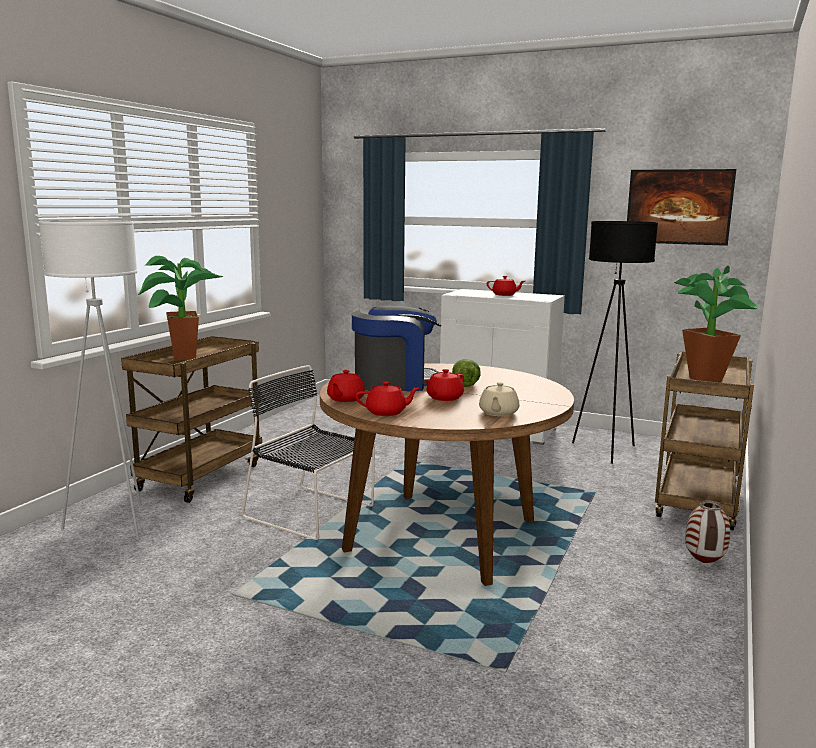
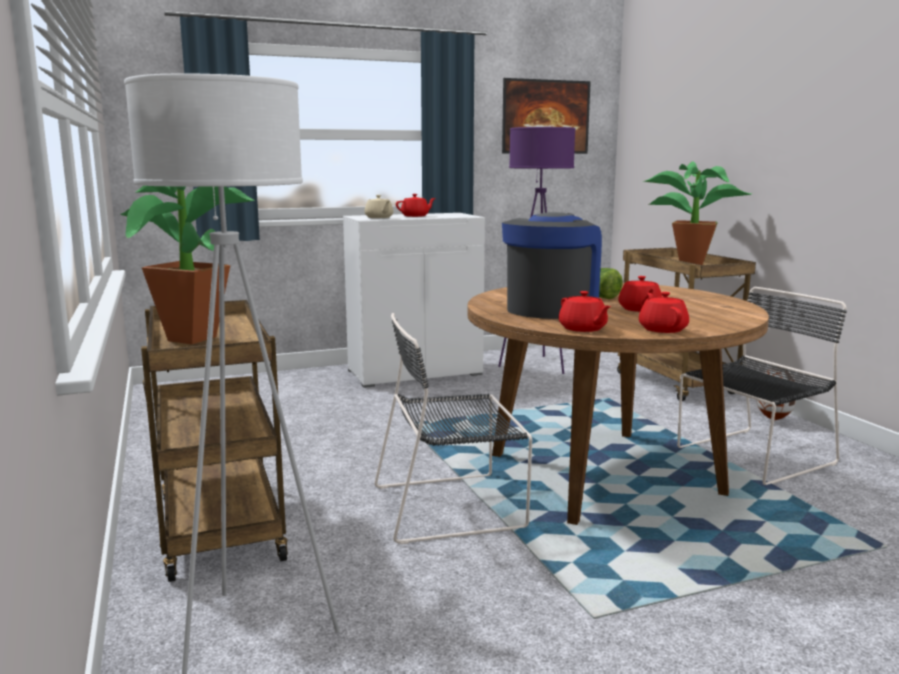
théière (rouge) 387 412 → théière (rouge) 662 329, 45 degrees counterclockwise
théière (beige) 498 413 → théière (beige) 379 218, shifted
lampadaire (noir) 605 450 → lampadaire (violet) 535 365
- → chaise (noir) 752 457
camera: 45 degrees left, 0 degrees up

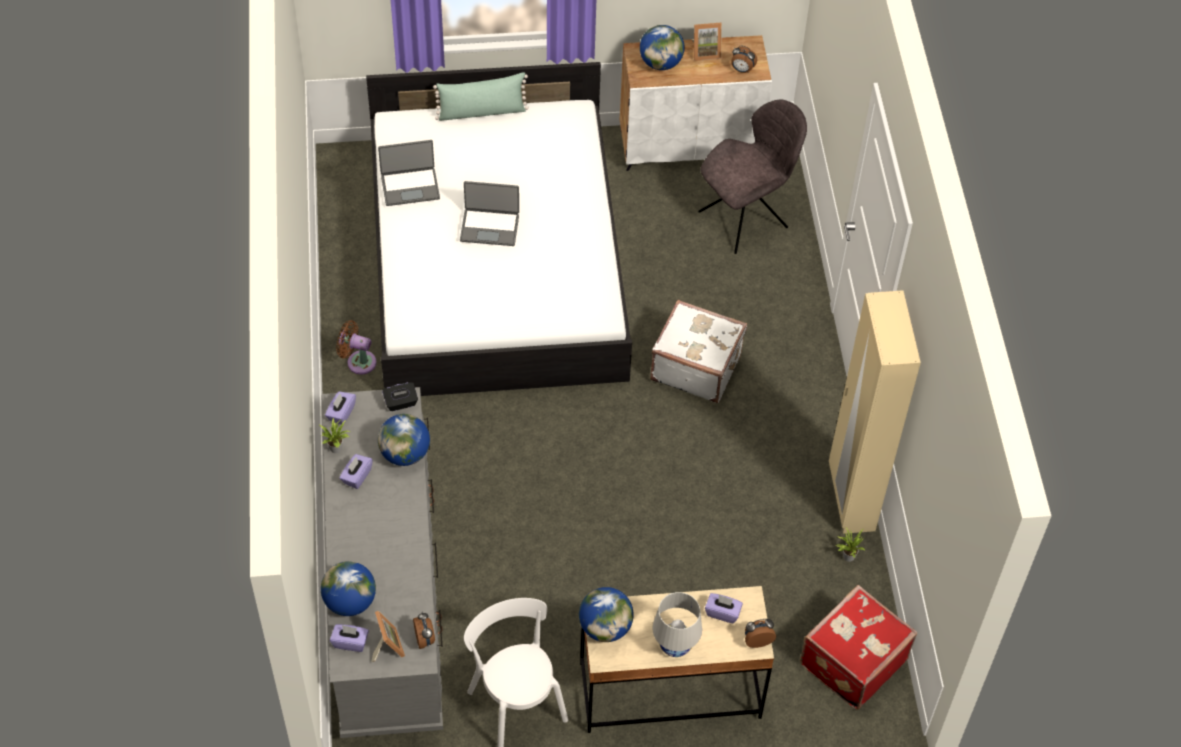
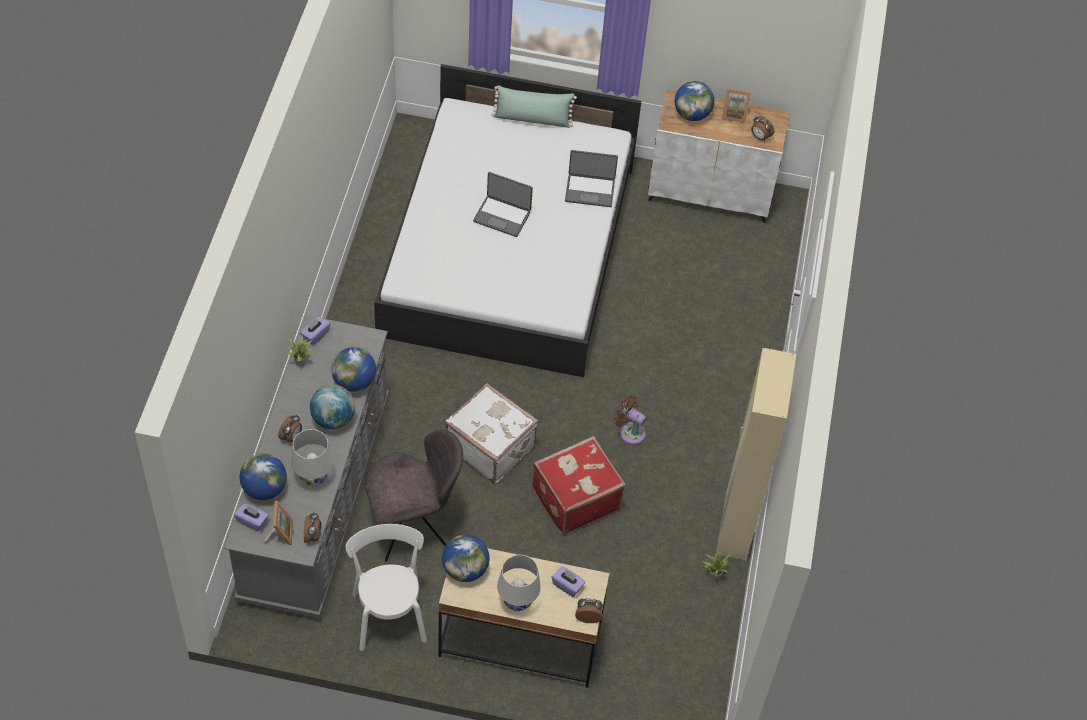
ventilateur (marron) 358 361 → ventilateur (marron) 630 432, shifted
boîte à mouchoirs (violet) 356 476 → -
ordinateur portable 410 186 → ordinateur portable 590 190, shifted
boîte à mouchoirs (noir) 401 403 → -
valise (blanc) 696 366 → valise (blanc) 491 446, shifted
chaise (gris) 746 218 → chaise (gris) 413 527, shifted
valise (rouge) 851 661 → valise (rouge) 574 498, shifted
- → réveil 291 437
- → lampe de table (blanc) 313 477
- → globe 333 419
camera: 15 degrees right, 0 degrees up

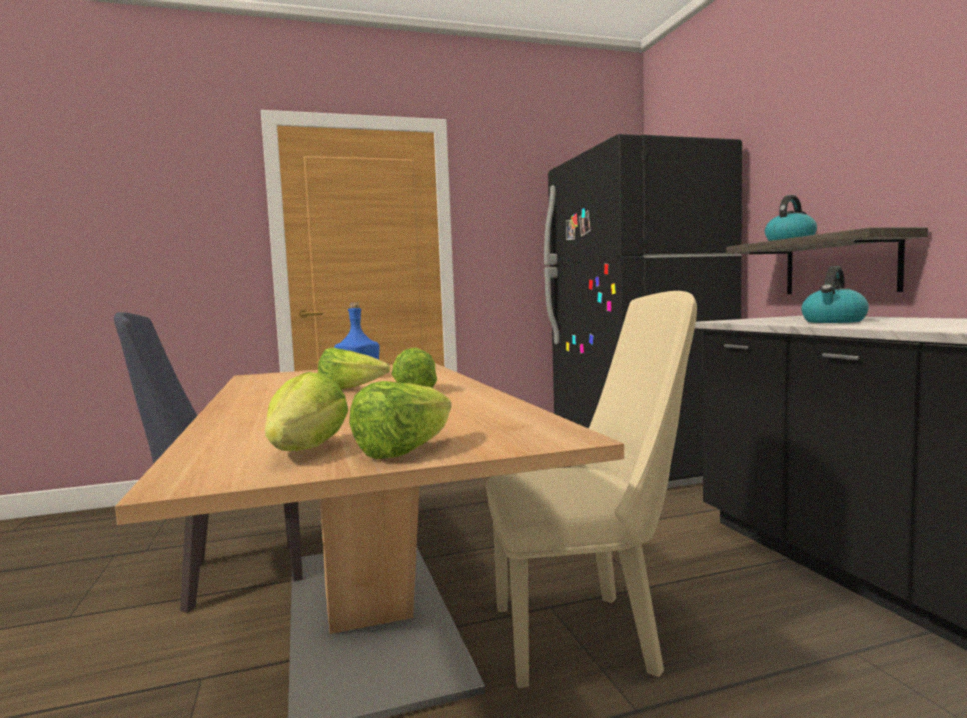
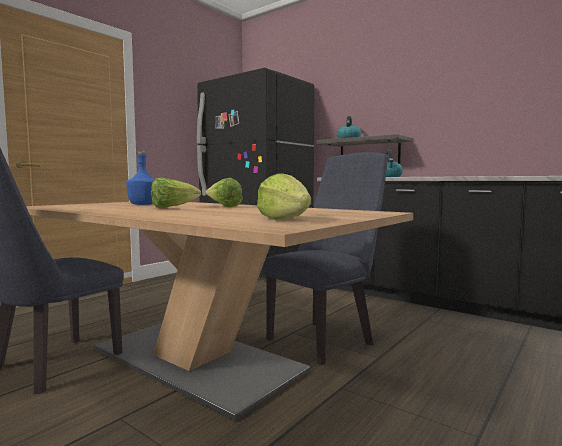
laitue 404 451 → -
chaise (beige) 588 635 → chaise (bleu) 325 339
camera: 35 degrees left, 0 degrees up

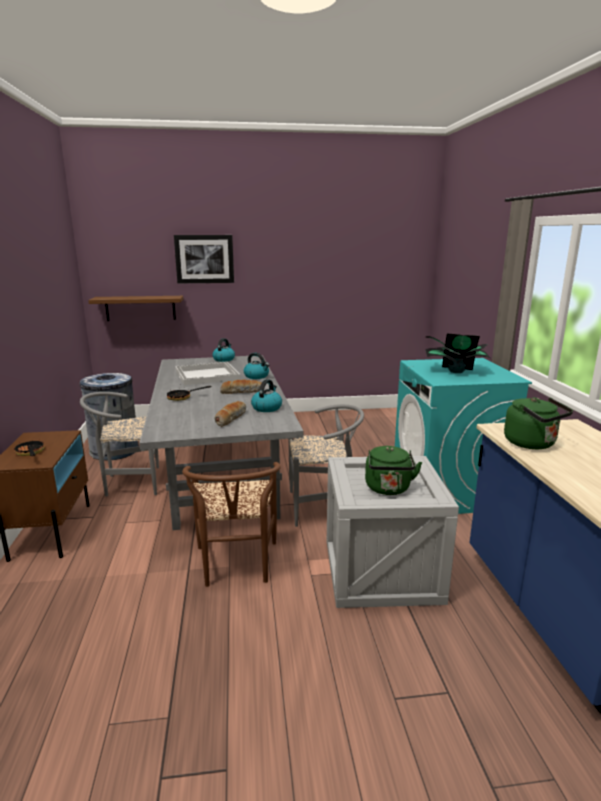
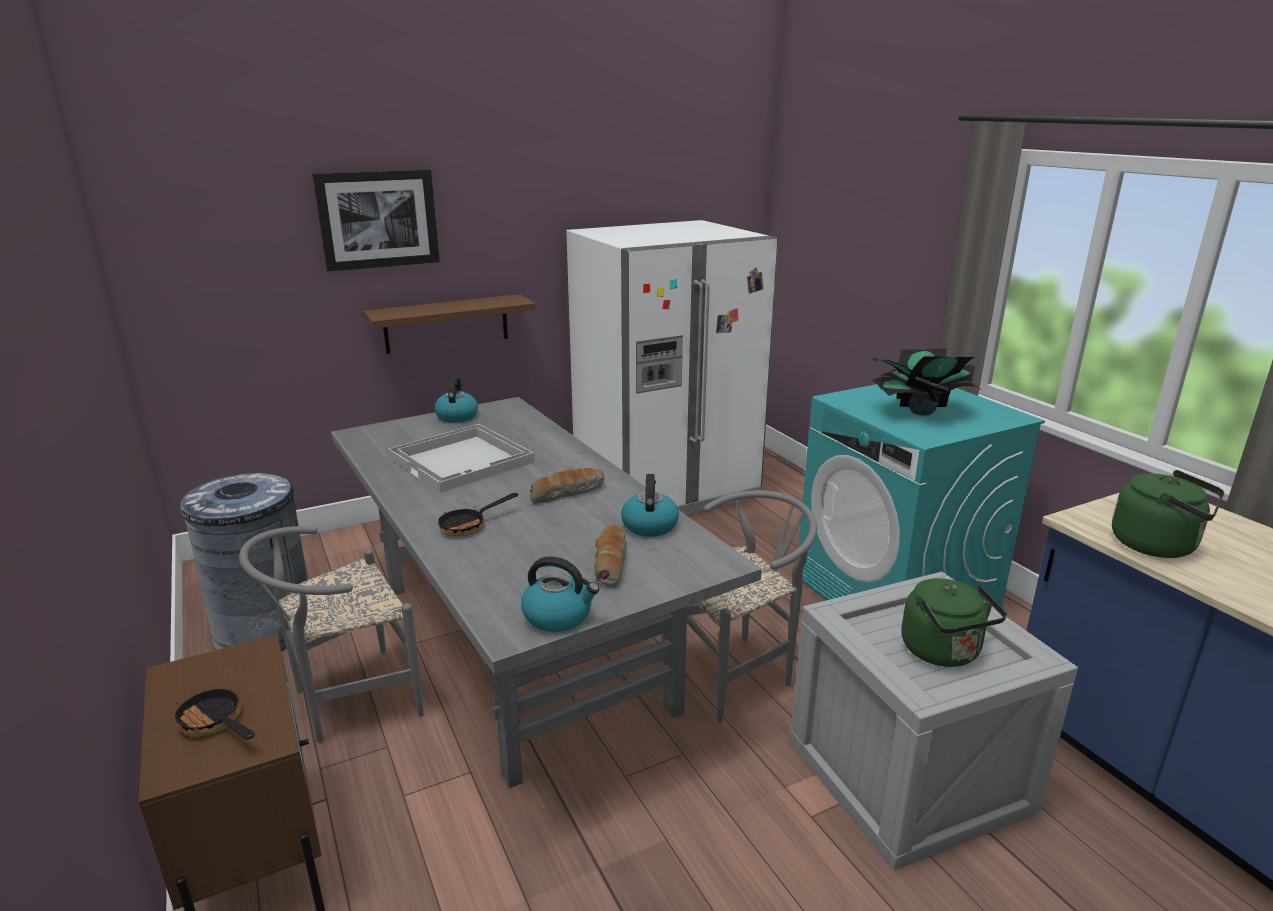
étagère (marron) 140 308 → étagère (marron) 446 324, shifted
chaise (marron) 236 567 → -
bouilloire 257 376 → bouilloire 558 616, shifted
- → réfrigérateur (blanc) 665 489
camera: 20 degrees left, 5 degrees up

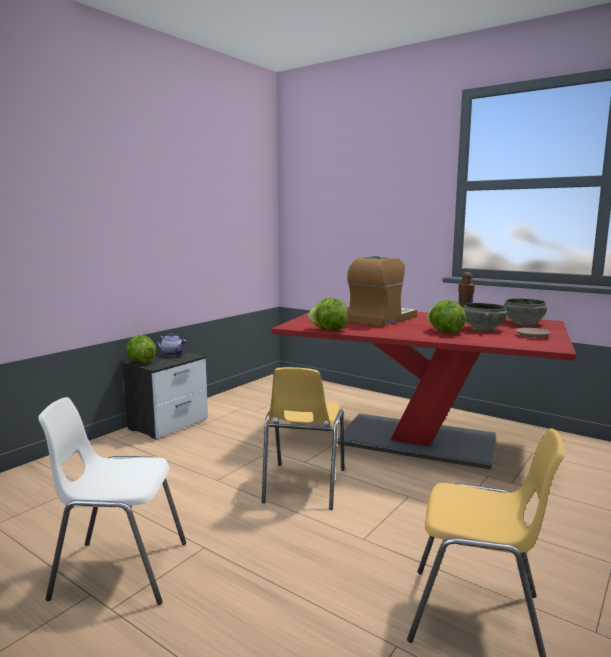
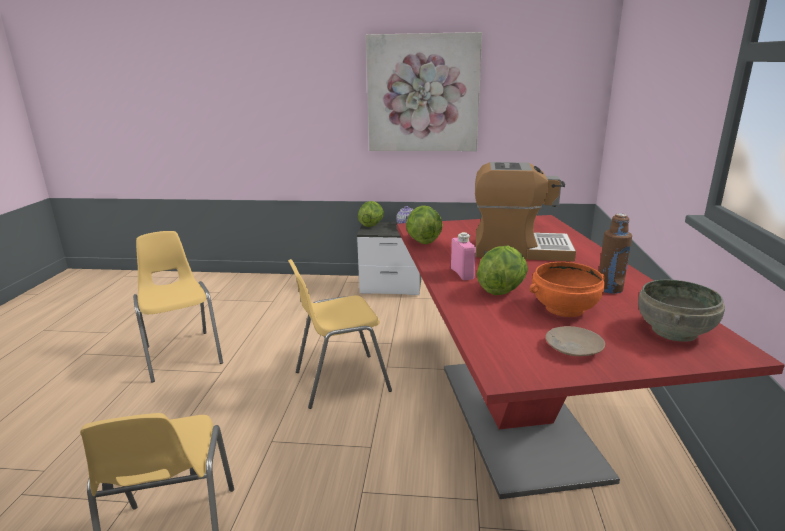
chaise (blanc) 119 570 → chaise (jaune) 182 354
bol (gris) 482 329 → bol (orange) 564 308
- → tableau 423 94
- → bouteille (rose) 462 274
camera: 60 degrees right, 10 degrees up

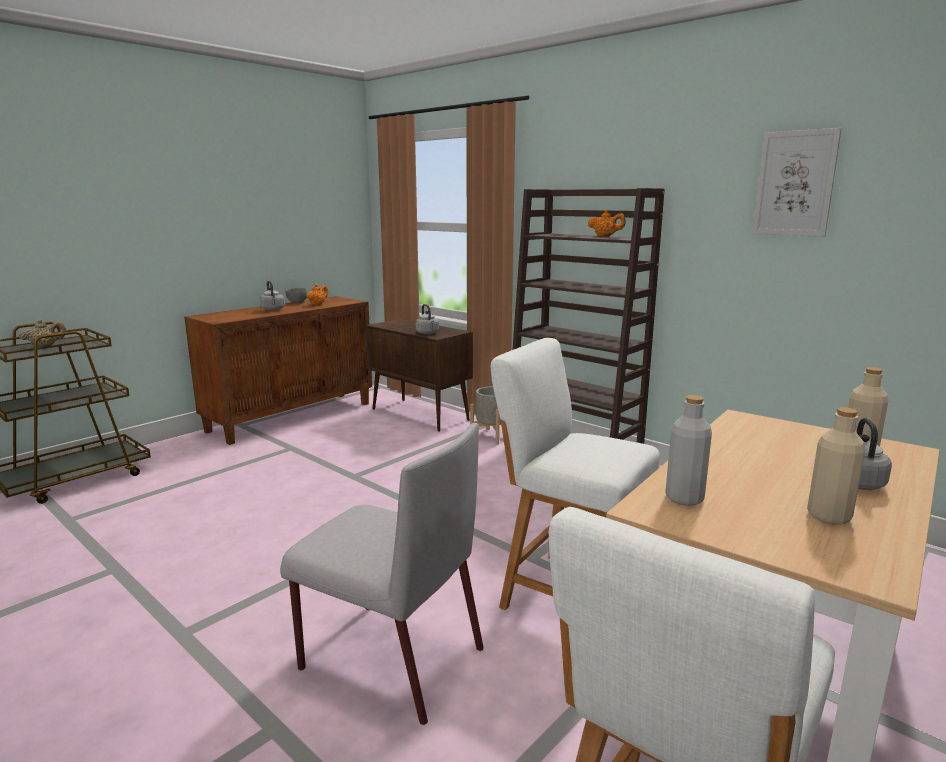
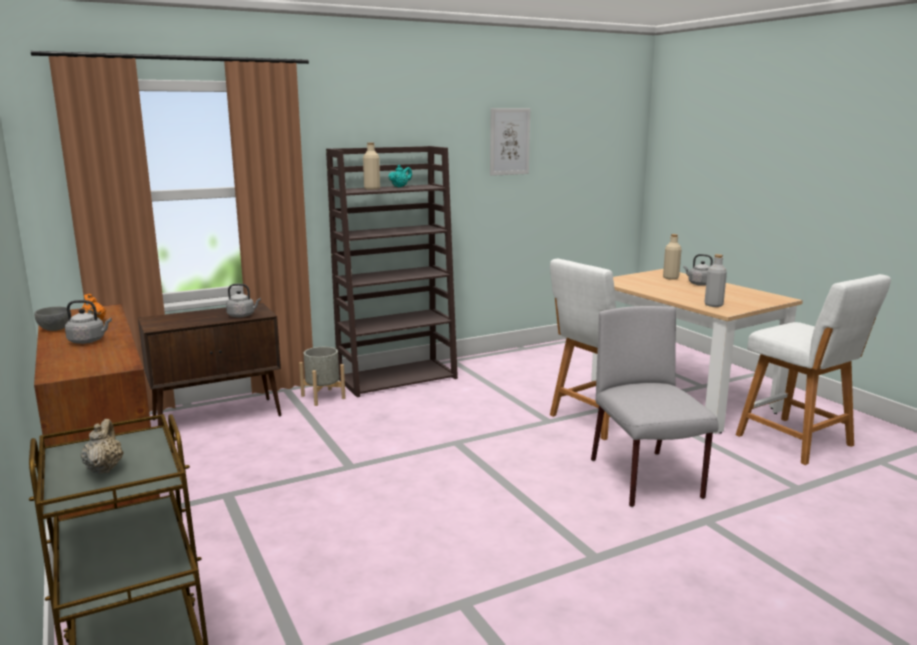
chaise (gris) 389 658 → chaise (gris) 646 479, 60 degrees counterclockwise
théière (orange) 605 236 → théière (turquoise) 400 187
bouteille (beige) 829 516 → bouteille (beige) 372 189, shifted
camera: 70 degrees left, 0 degrees up

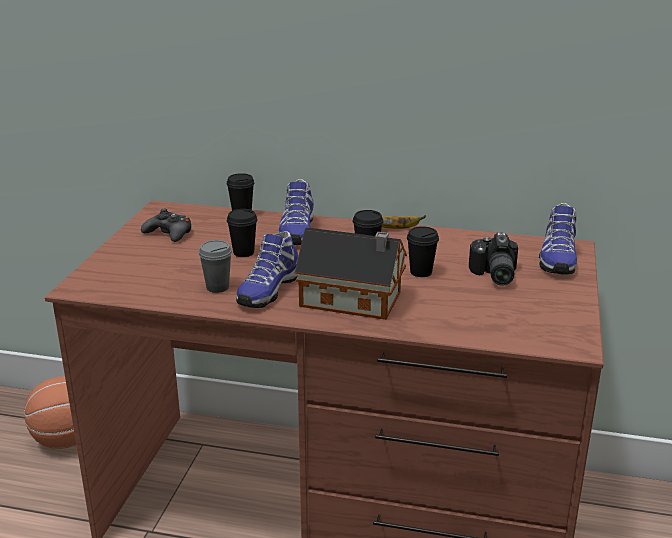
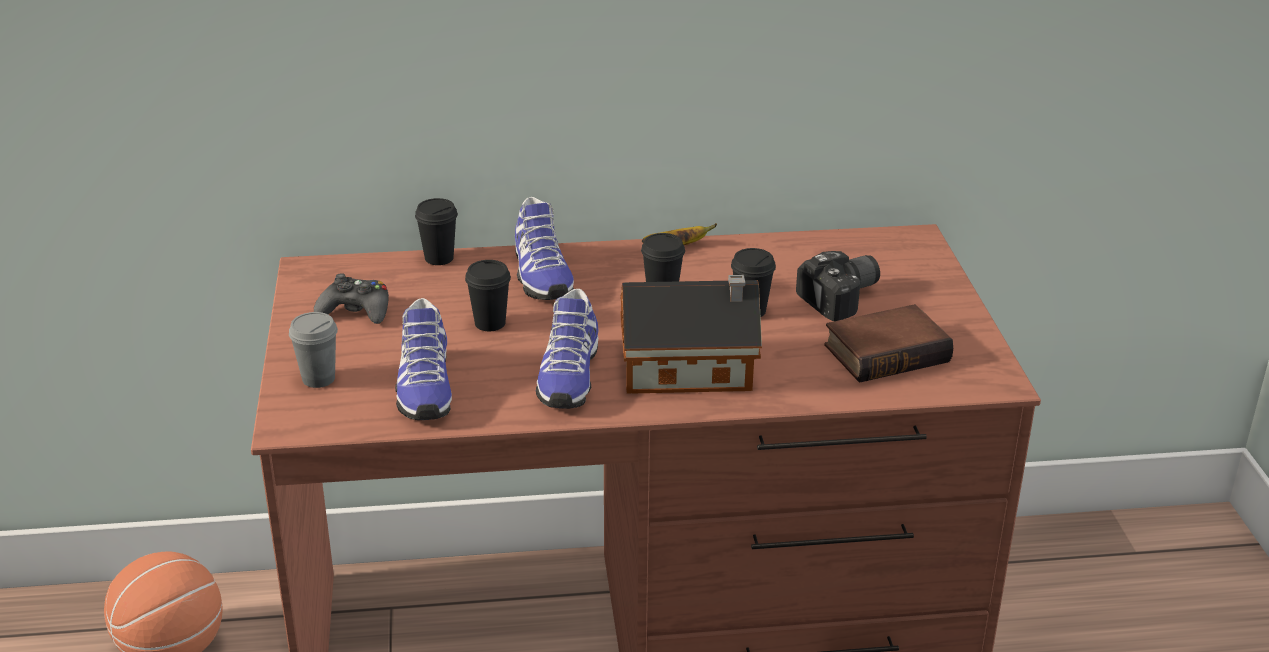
tasse (gris) 217 287 → tasse (gris) 318 379, shifted
appareil photo 493 275 → appareil photo 843 299, 105 degrees counterclockwise
chaussure 556 259 → chaussure 423 388, shifted
- → livre 886 351
camera: 20 degrees left, 5 degrees up

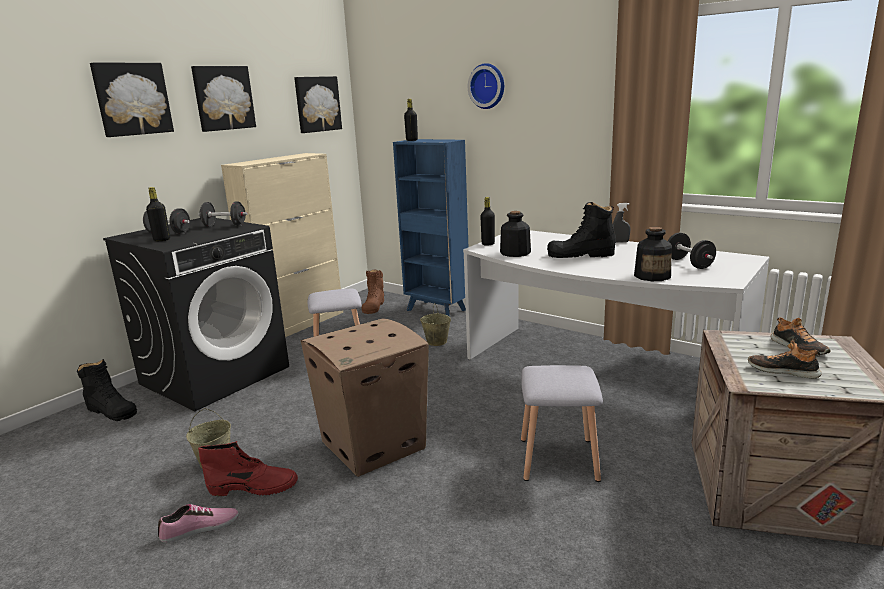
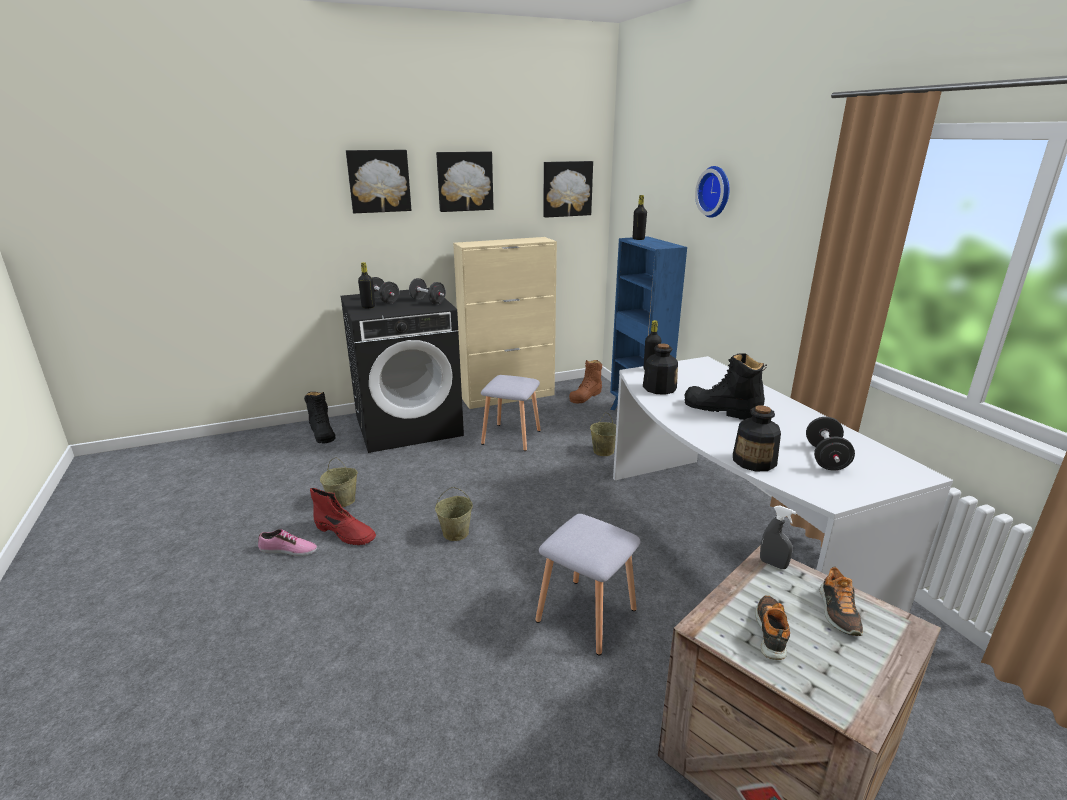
carton 374 444 → seau (beige) 456 533
vaporisateur (gris) 620 242 → vaporisateur (gris) 773 564, shifted
chaussure 783 371 → chaussure 771 632, 45 degrees clockwise
camera: 30 degrees right, 5 degrees up

